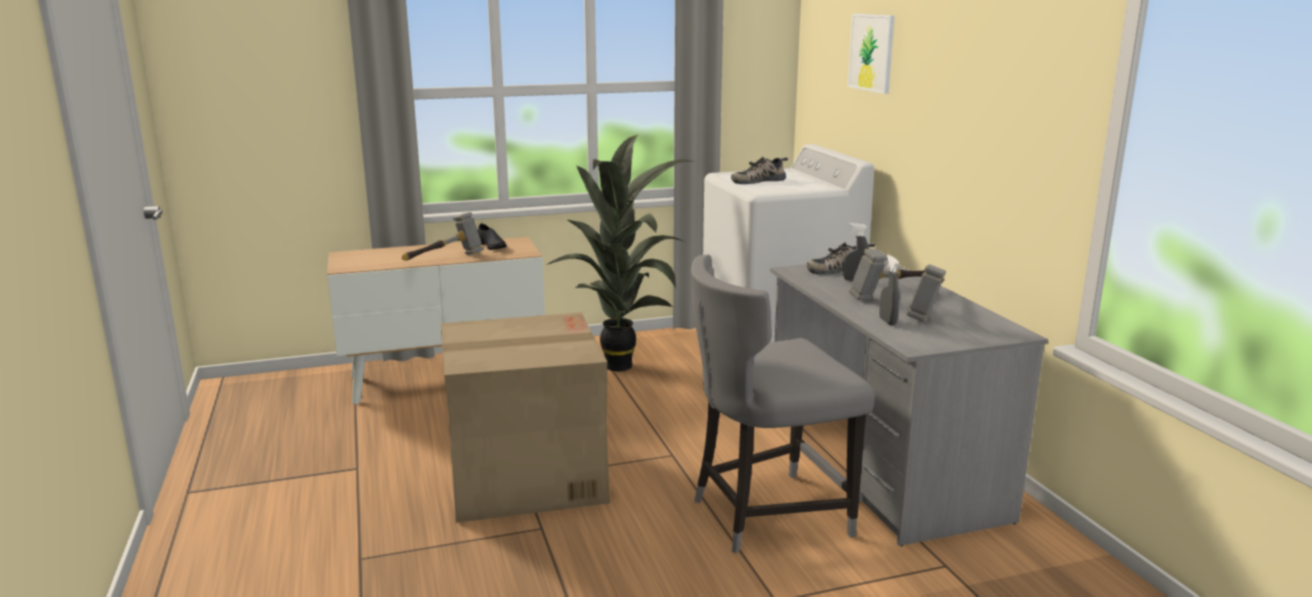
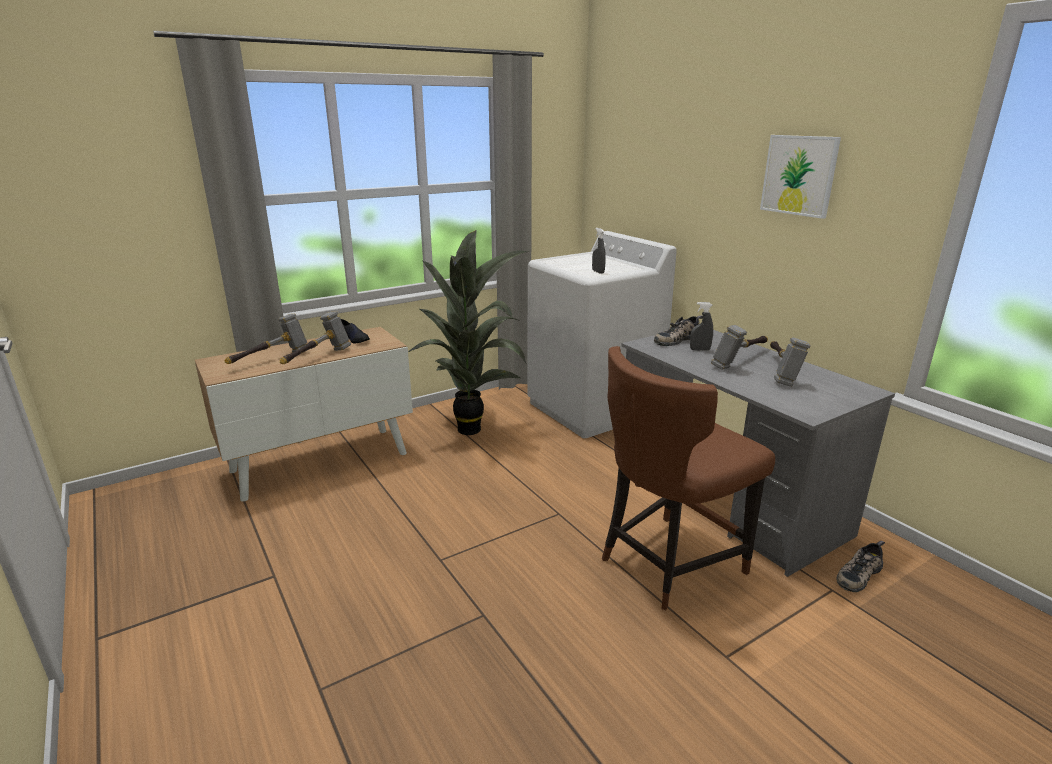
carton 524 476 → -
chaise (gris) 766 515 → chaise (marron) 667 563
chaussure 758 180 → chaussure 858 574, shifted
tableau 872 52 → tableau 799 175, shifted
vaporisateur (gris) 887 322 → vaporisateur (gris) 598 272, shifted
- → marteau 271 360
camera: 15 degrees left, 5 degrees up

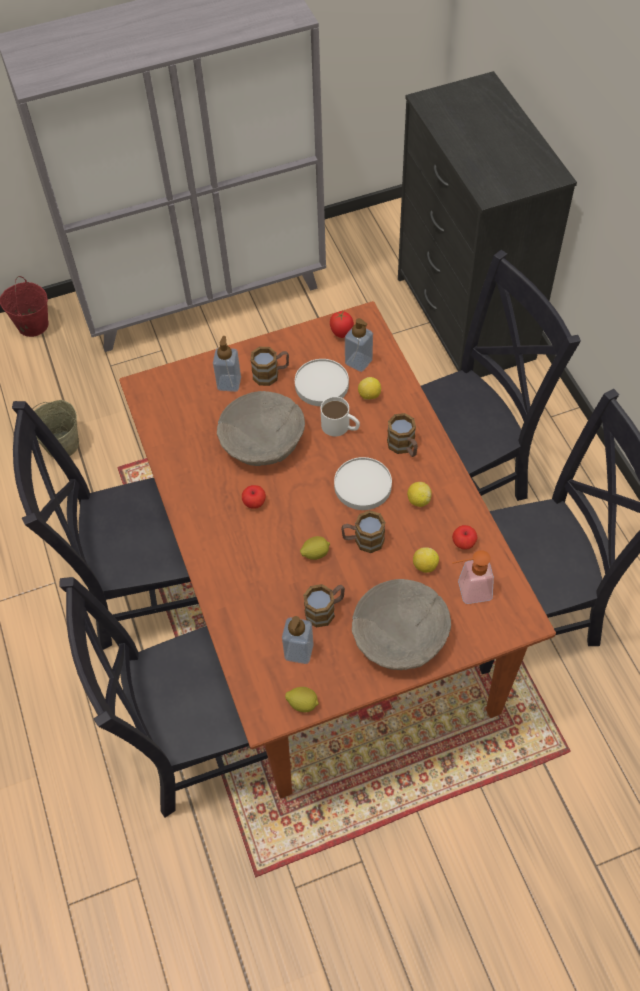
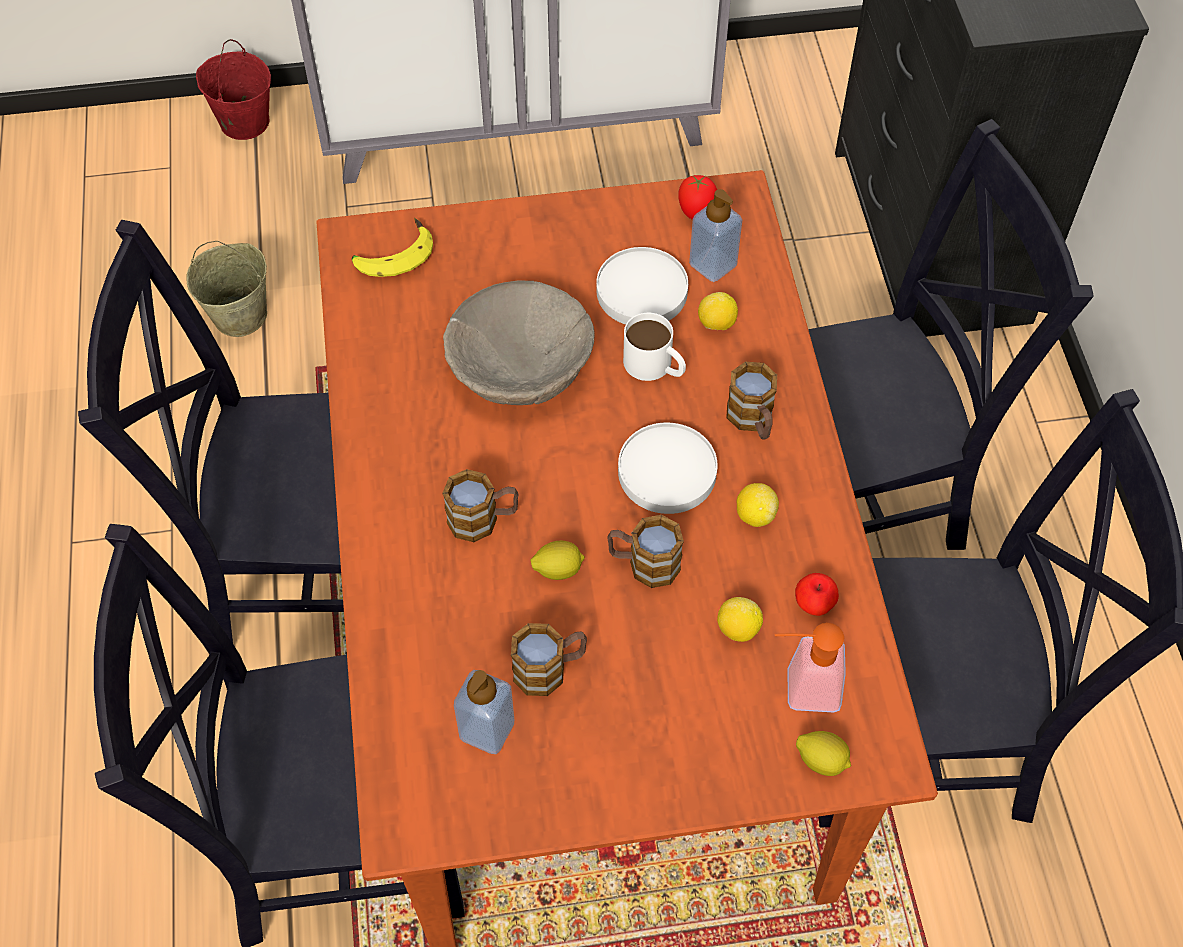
distributeur de savon 229 383 → -
pomme 254 503 → -
mug 271 374 → mug 483 519, shifted
citron 303 703 → citron 821 760, shifted
bol (beige) 399 635 → -
- → banane 393 254
camera: 10 degrees right, 0 degrees up

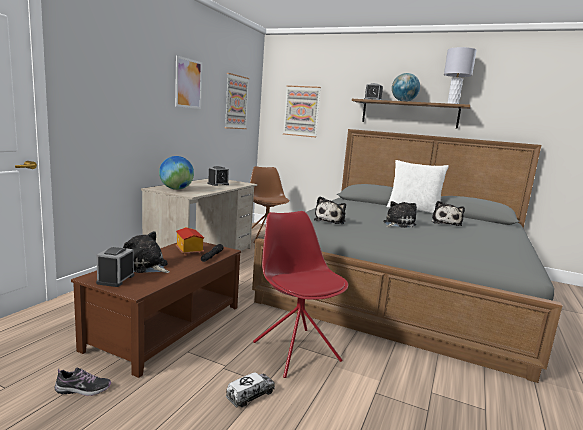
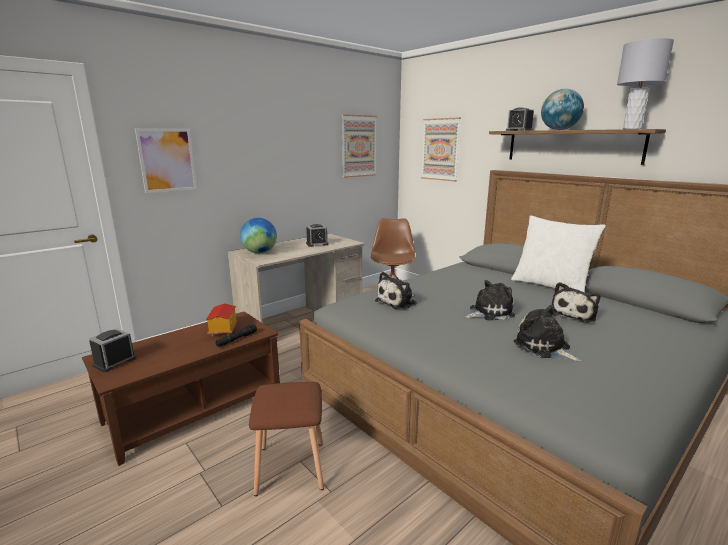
chaussure 83 389 → -
peluche 146 266 → peluche 544 347, shifted
tableau 188 83 → tableau 167 160, shifted
camion jouet 250 395 → -
chaise (rouge) 295 350 → tabouret (marron) 292 466
camera: 25 degrees right, 5 degrees up

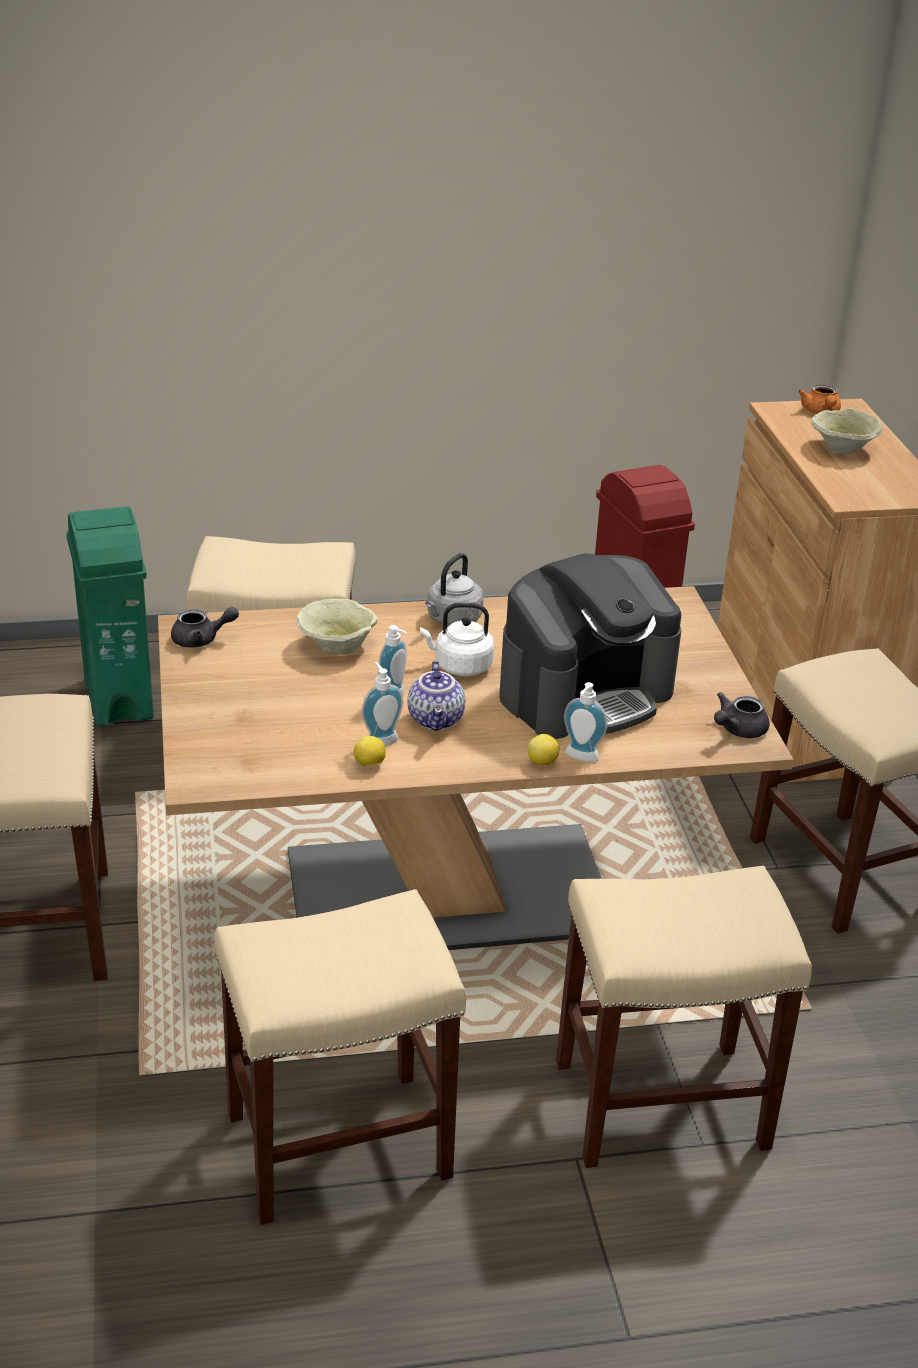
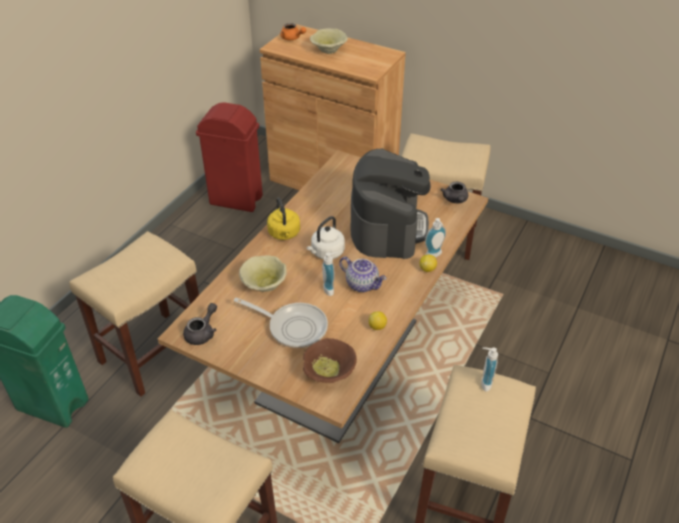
distributeur de savon 380 739 → distributeur de savon 484 382, shifted
bouilloire (gris) 452 619 → bouilloire (jaune) 284 234
tabouret (beige) 658 1105 → -
- → poêle 293 327
- → bol (marron) 329 374
camera: 50 degrees left, 10 degrees up

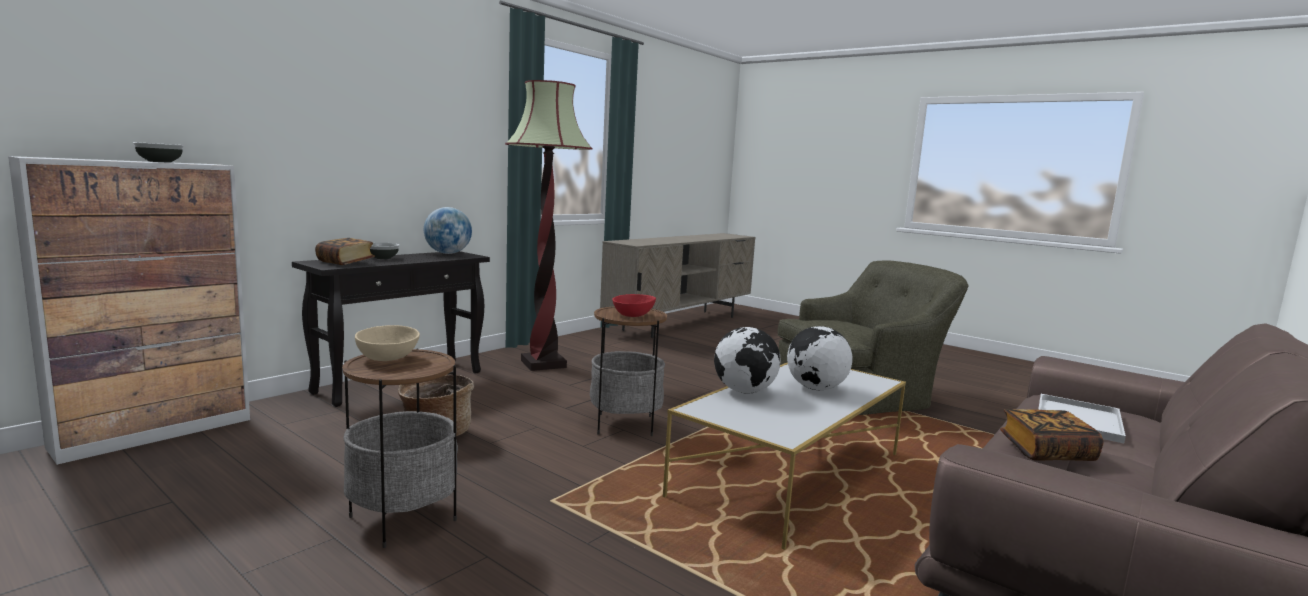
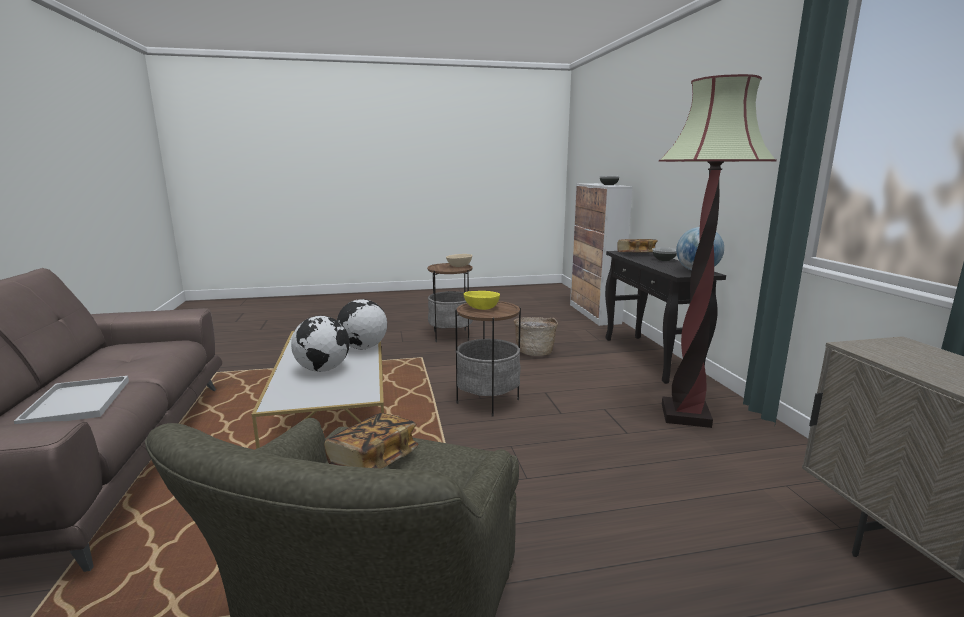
bol (rouge) 633 315 → bol (jaune) 482 308
livre 1046 451 → livre 373 460, shifted
camera: 130 degrees right, 5 degrees up

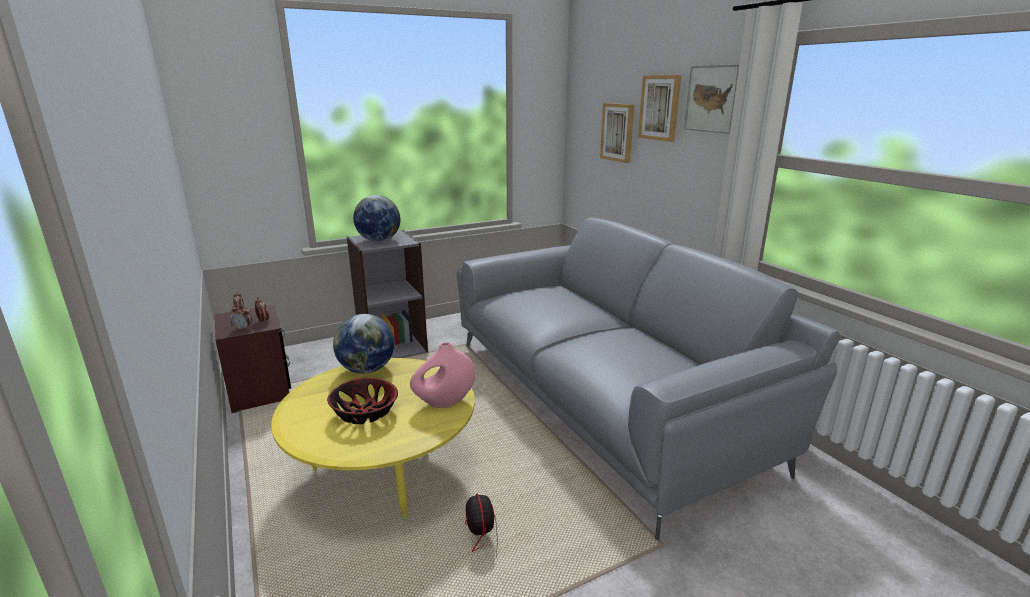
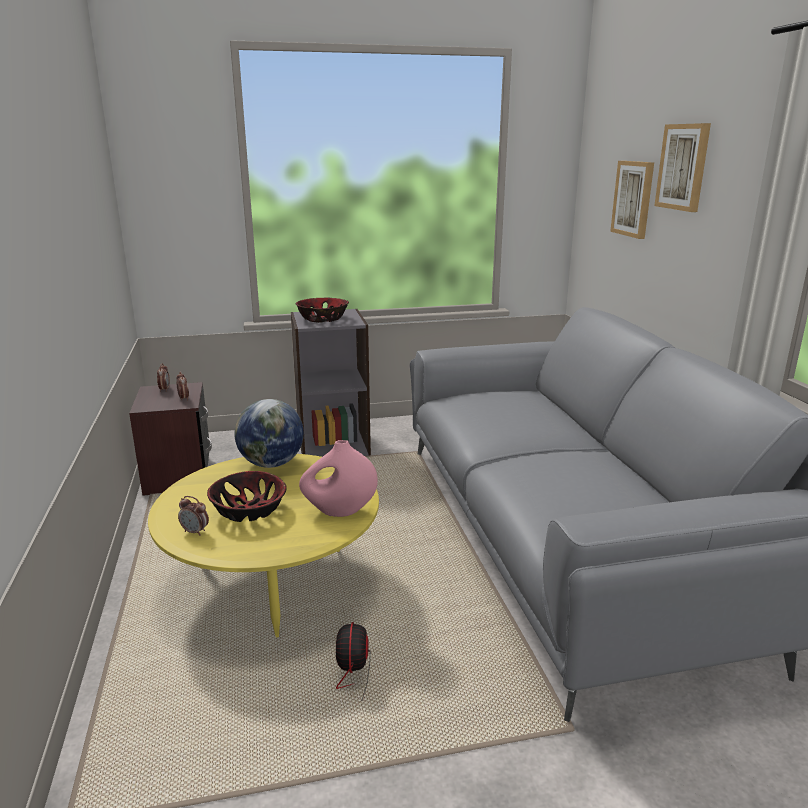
réveil 243 329 → réveil 195 532, shifted
globe 379 240 → bol 322 319
tableau 712 99 → -
camera: 15 degrees right, 0 degrees up

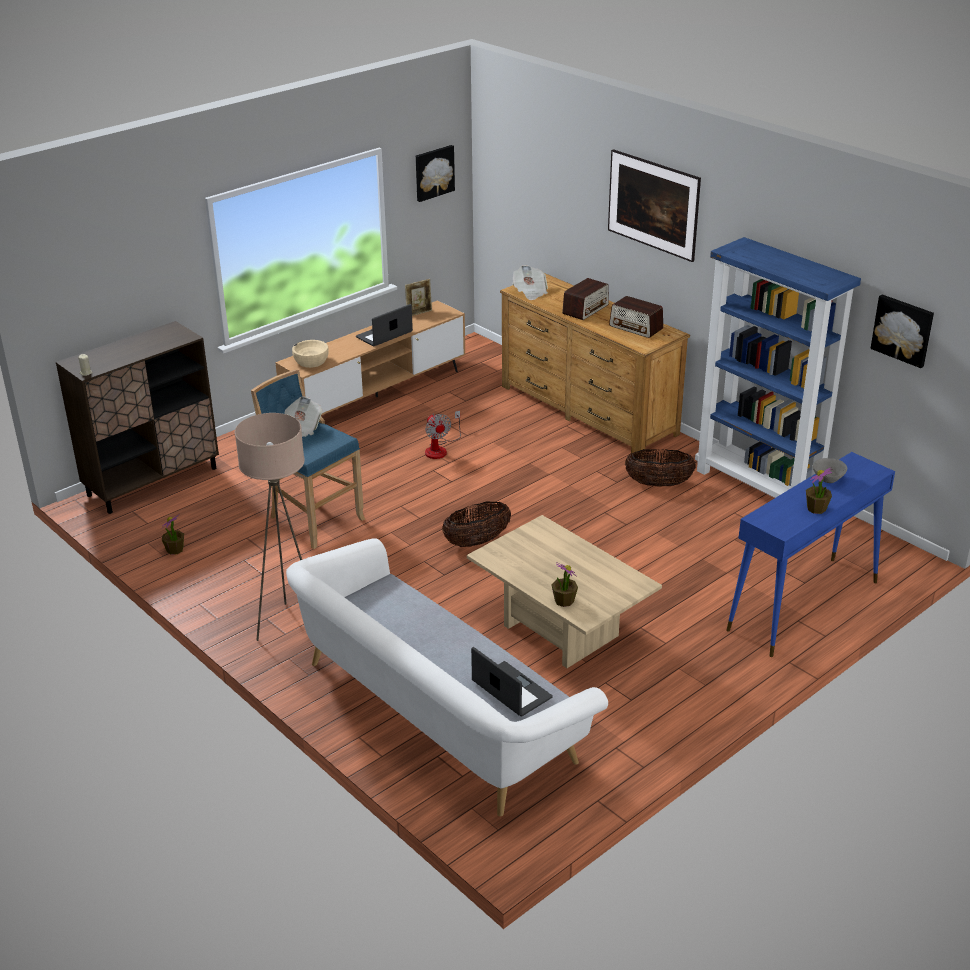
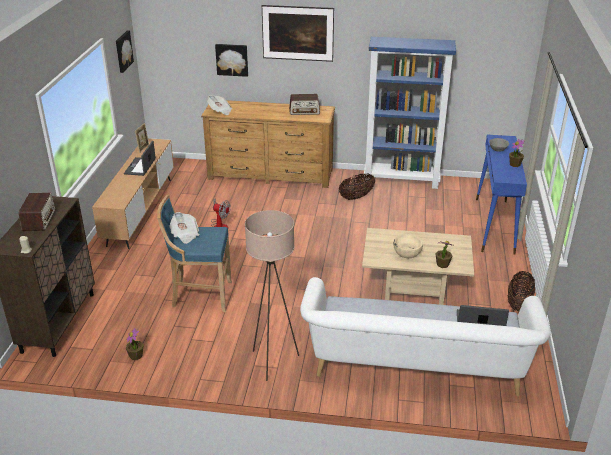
bol (beige) 311 361 → bol (beige) 407 252, shifted
panier 477 541 → panier 518 303, shifted
radio 585 309 → radio 39 220, shifted
tableau 903 330 → tableau 232 59, shifted
camera: 40 degrees left, 0 degrees up

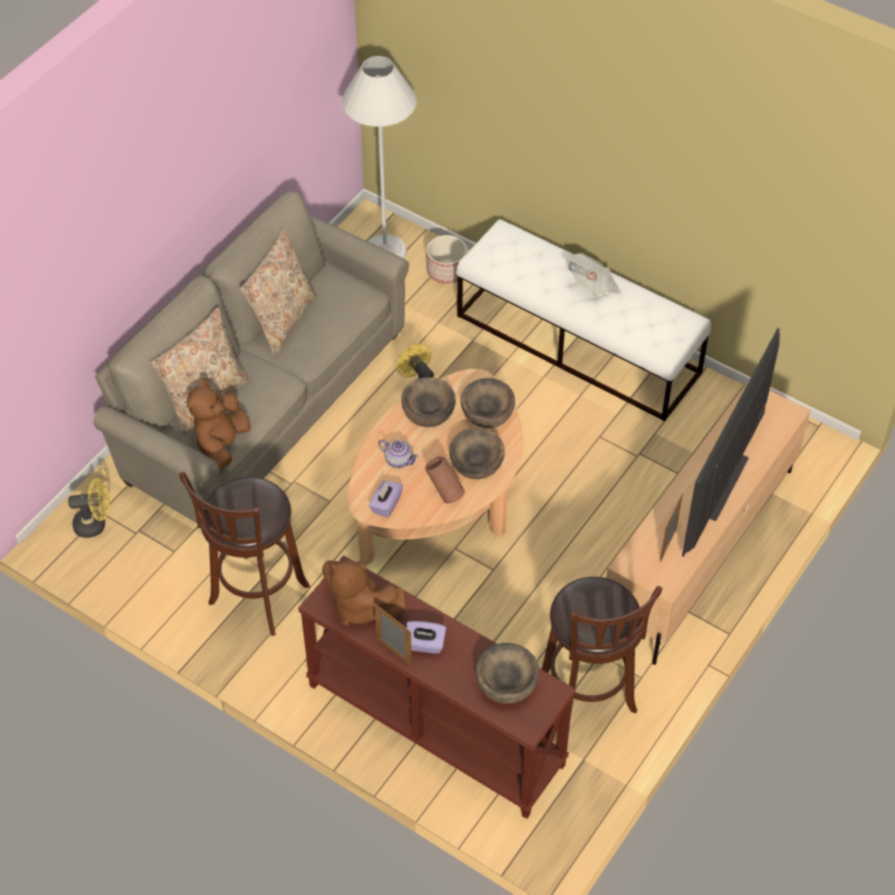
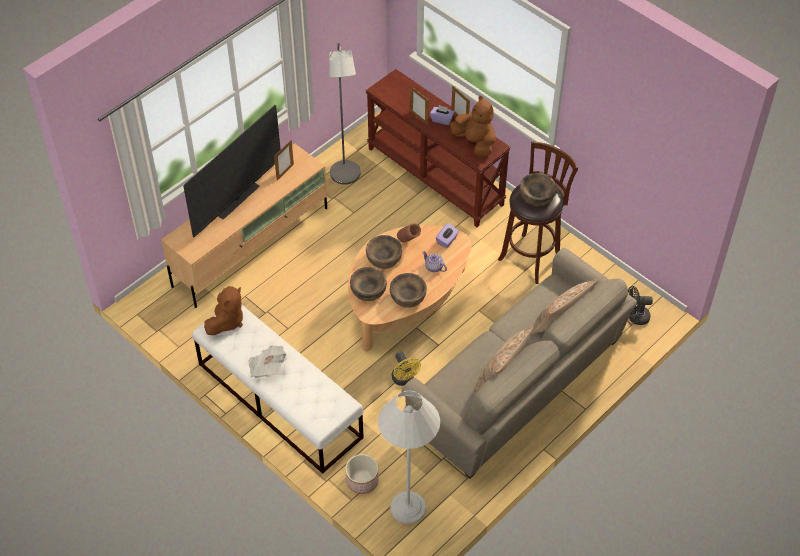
ventilateur (jaune) 95 524 → ventilateur (noir) 635 317
peluche (marron) 221 445 → peluche (marron) 227 321, shifted
bol (marron) 506 683 → bol (marron) 537 196, shifted
tabouret (marron) 588 699 → lampadaire (gris) 346 177
- → cadre photo 419 118
camera: 170 degrees left, 0 degrees up

